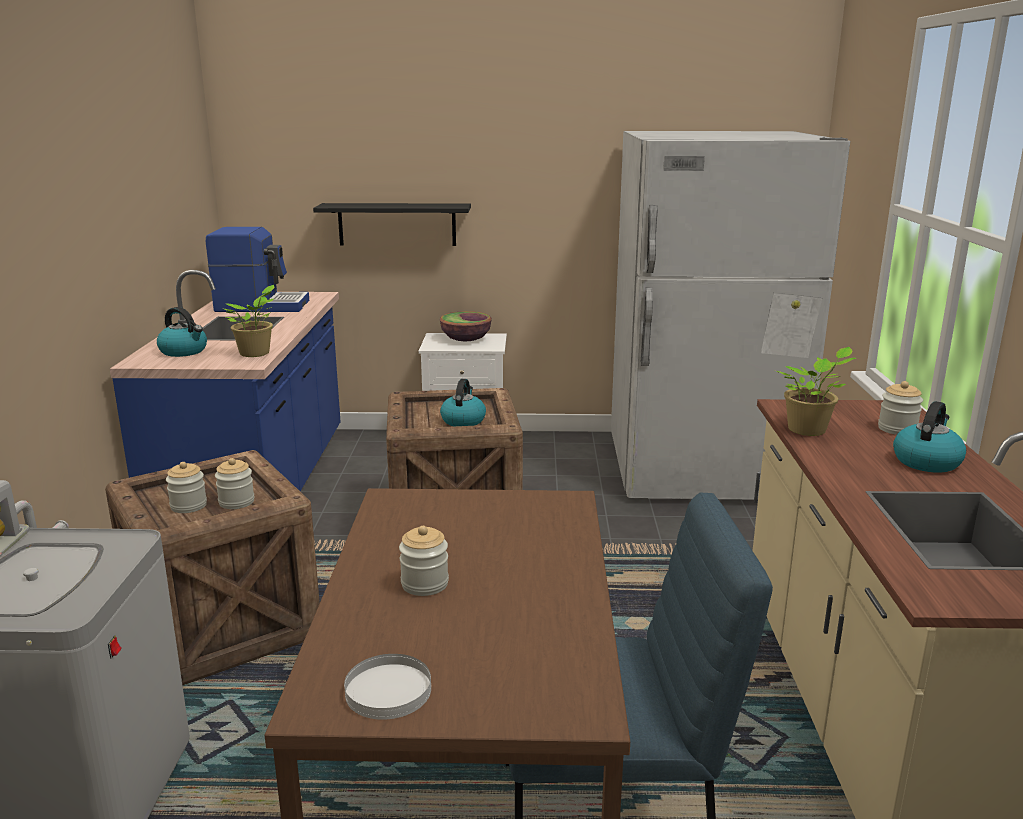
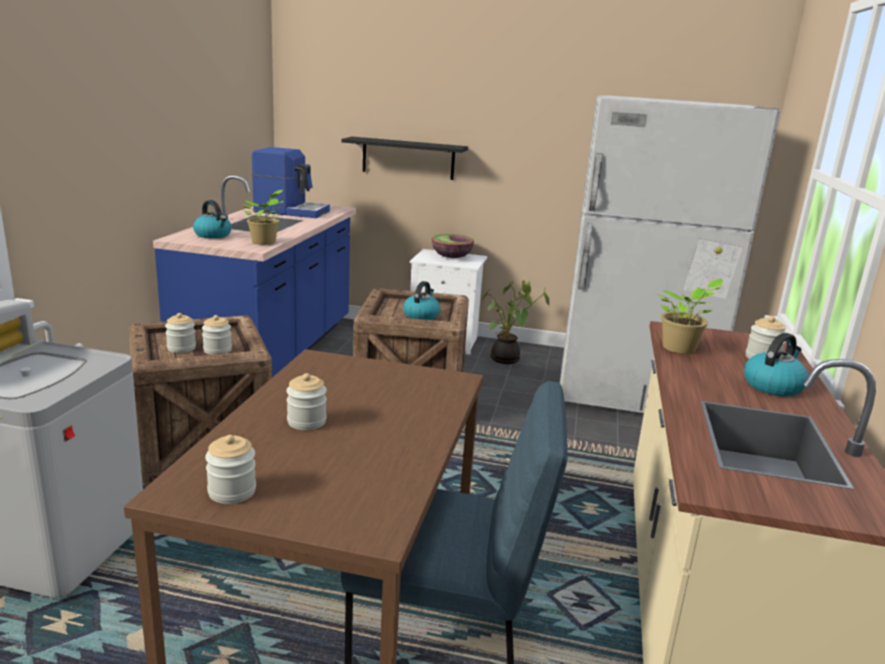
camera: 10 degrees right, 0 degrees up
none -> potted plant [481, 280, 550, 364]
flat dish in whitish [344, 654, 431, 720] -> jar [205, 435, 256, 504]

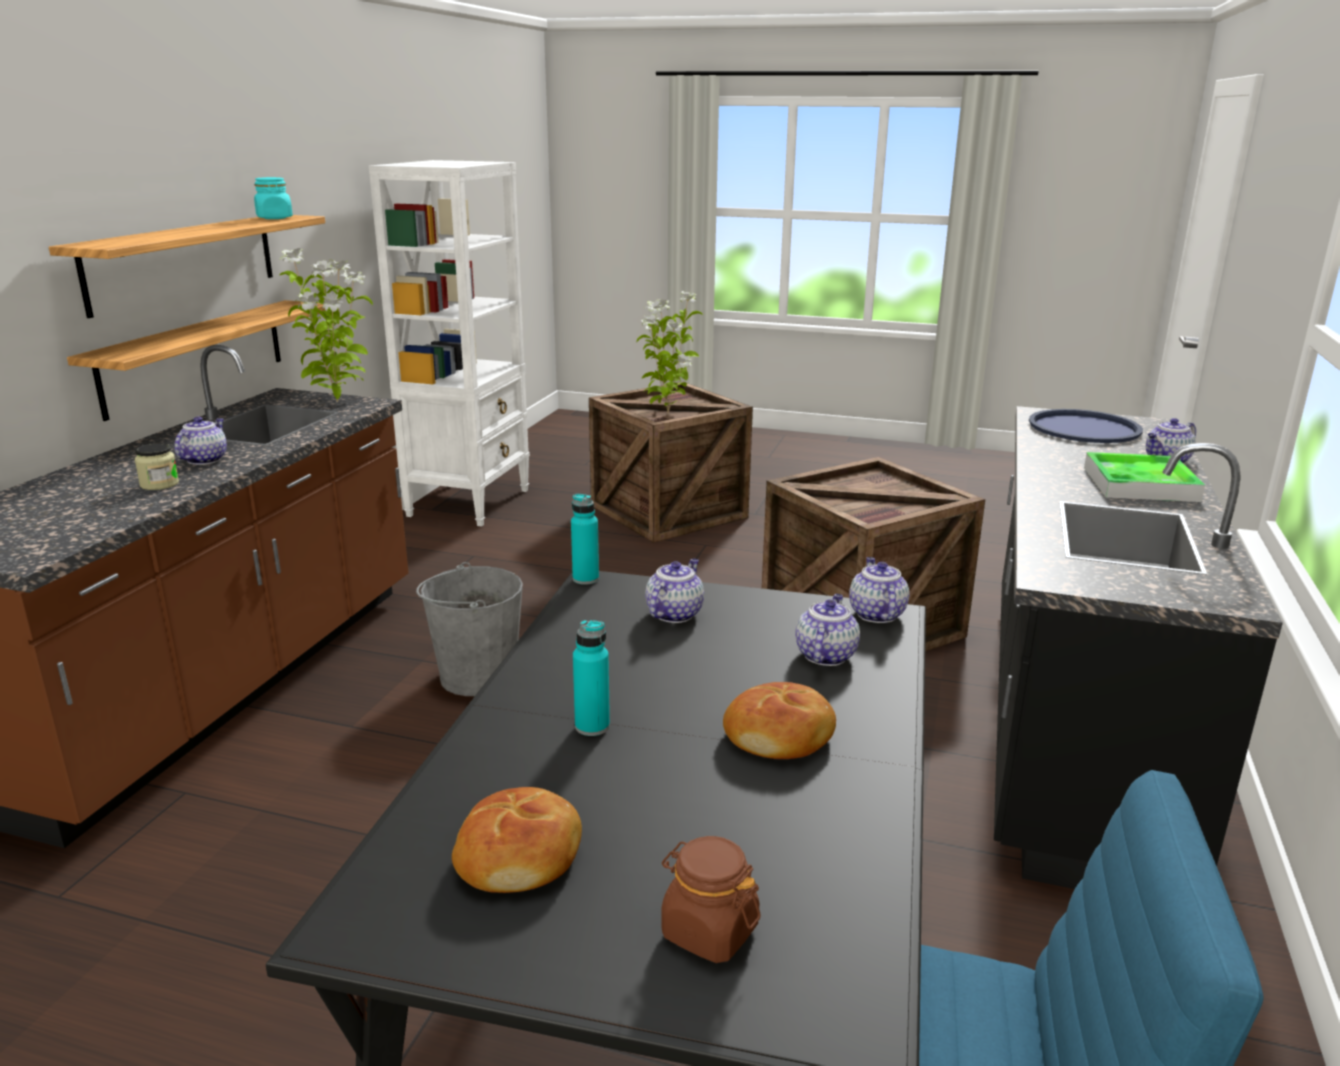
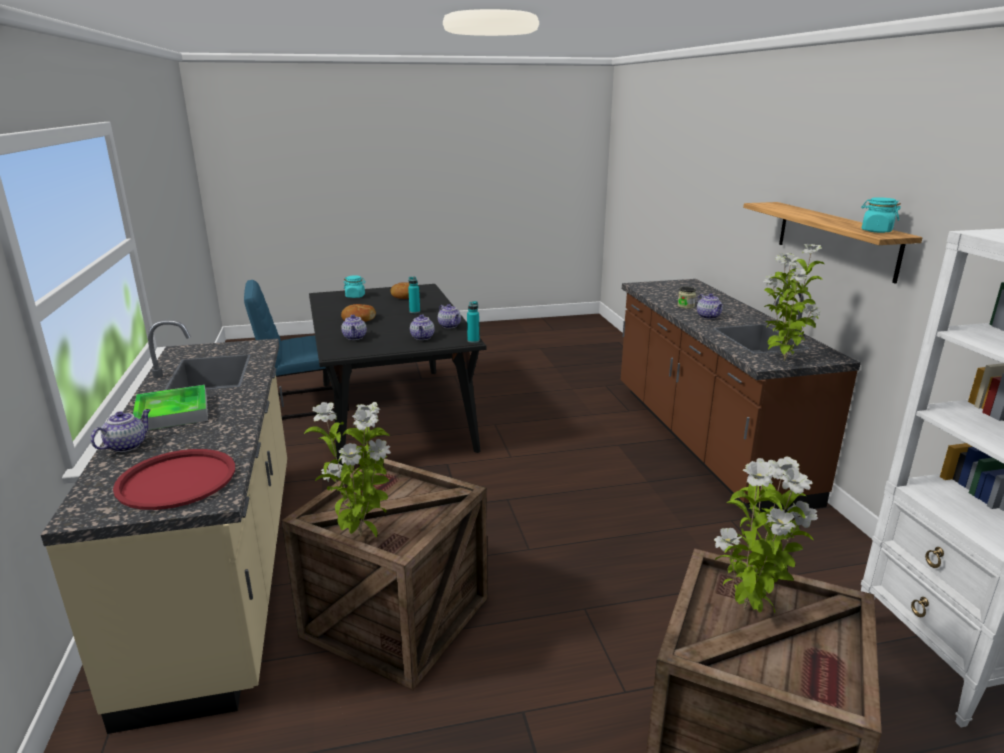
camera: 150 degrees right, 0 degrees up
bracket shelf [67, 300, 325, 421] -> none
pail in gray [416, 562, 523, 696] -> none
none -> potted plant [304, 402, 391, 537]
teapot [849, 557, 910, 623] -> teapot [438, 304, 461, 328], moved
jar in brown [662, 836, 761, 963] -> jar in turquoise [344, 275, 366, 298]
counter in blackish [994, 406, 1283, 889] -> counter in beige-coloured [41, 320, 287, 734]
carrying tray in blue-coloured [1029, 409, 1143, 443] -> carrying tray in red-coloured [113, 449, 235, 510]

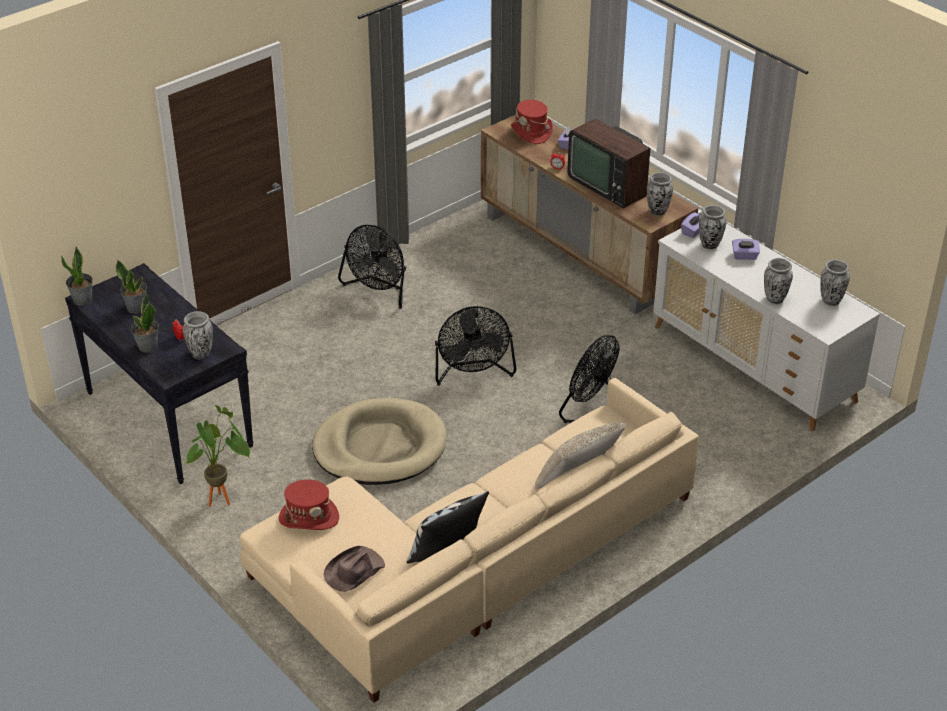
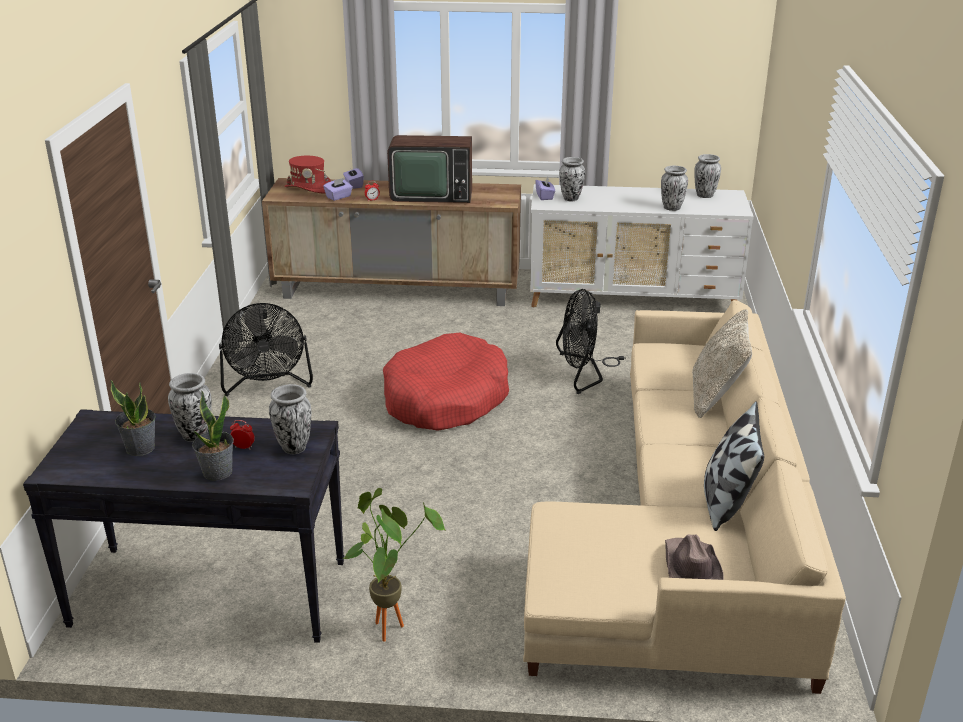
camera: 45 degrees left, 10 degrees down
potted plant [61, 246, 93, 306] -> none
clothing hat in red-coloured [279, 480, 339, 530] -> none
dog bed in beige-coloured [312, 398, 447, 485] -> none
flower vase [647, 172, 673, 215] -> flower vase [168, 373, 211, 442], moved
tissue box in purplish [732, 239, 760, 260] -> tissue box in purplish [323, 178, 353, 201], moved
fan in blackish [435, 305, 516, 386] -> dog bed in red-coloured [383, 332, 509, 431]

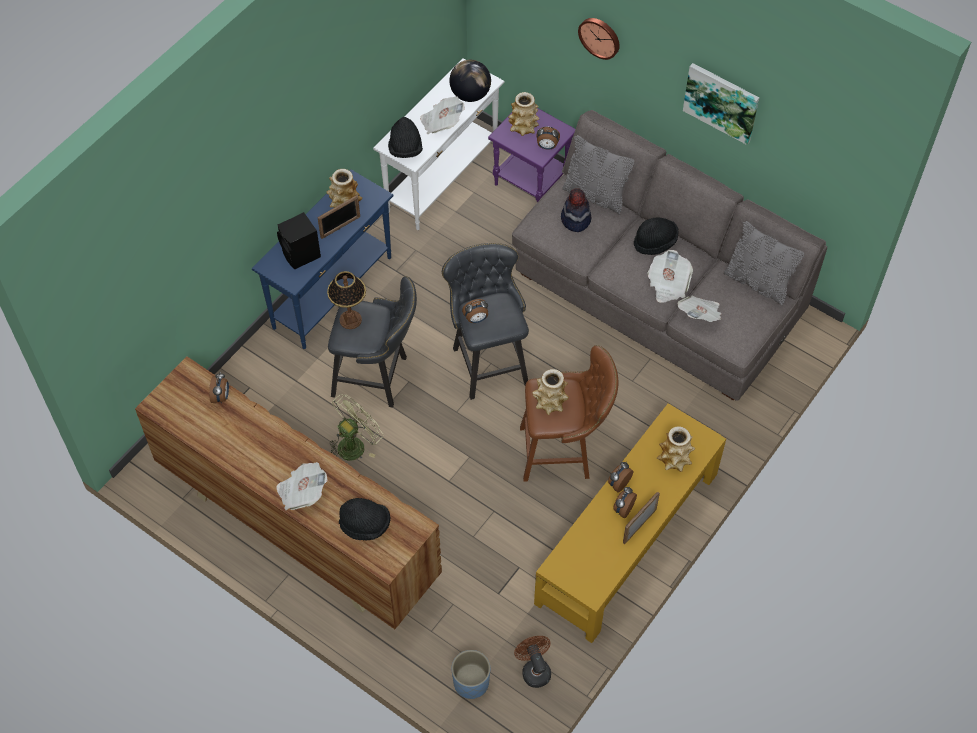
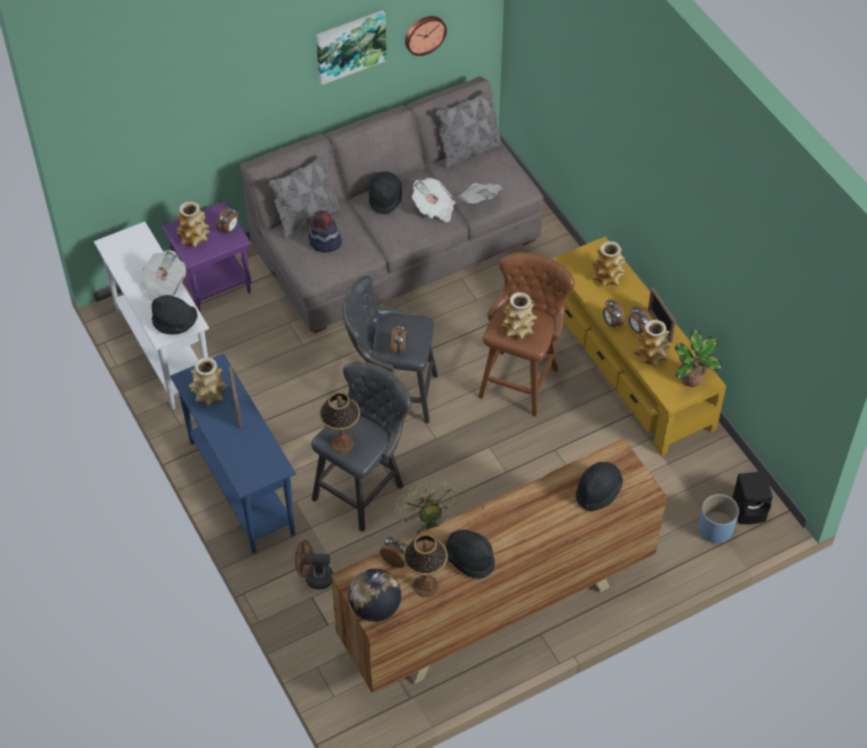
camera: 65 degrees left, 5 degrees down
newspaper [276, 462, 327, 510] -> none
none -> lamp for a table [403, 534, 448, 597]
none -> clothing hat in blackish [445, 530, 495, 579]
none -> flower vase [634, 320, 671, 367]
none -> potted plant [675, 329, 722, 387]
loudspeaker in blackish [277, 212, 321, 269] -> loudspeaker in blackish [732, 471, 773, 524], moved
globe [449, 60, 491, 102] -> globe [349, 569, 401, 622], moved
fan in brown [514, 636, 551, 688] -> fan in brown [295, 540, 333, 590], moved
clock on the wall [578, 18, 620, 60] -> clock on the wall [405, 16, 447, 56], moved

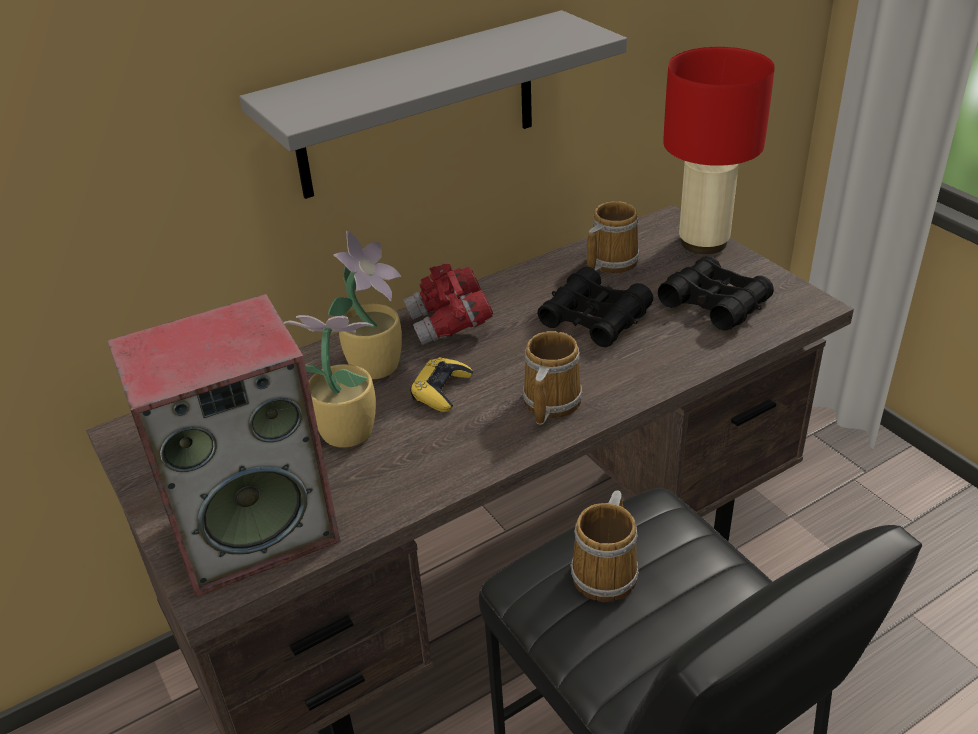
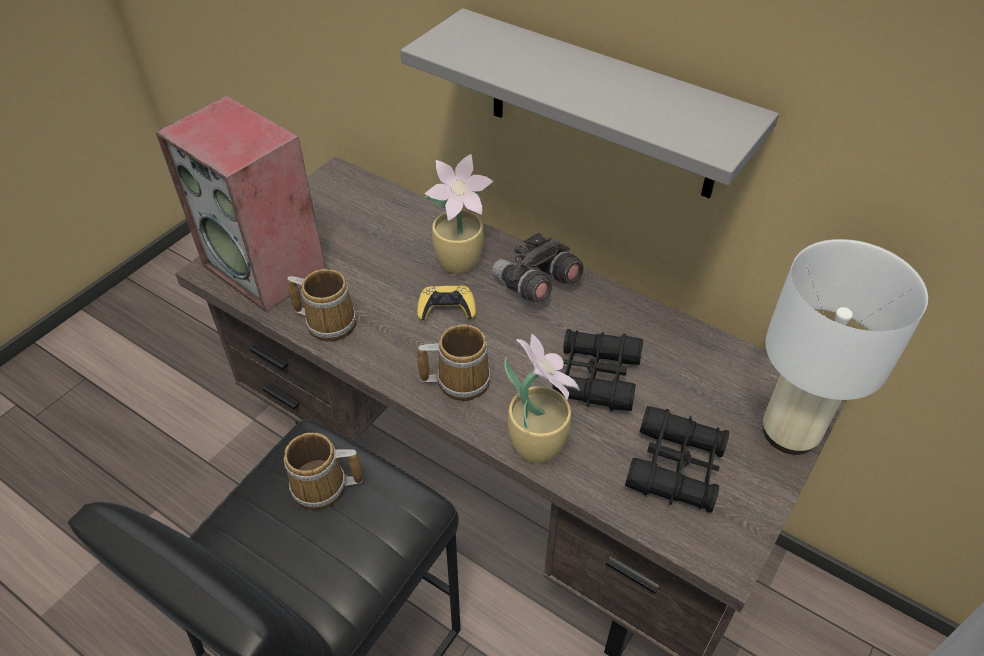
camera: 65 degrees right, 10 degrees up
potted plant [284, 315, 376, 448] -> potted plant [504, 334, 580, 463], moved
coffee mug [586, 201, 639, 273] -> coffee mug [287, 269, 356, 342], moved
binoculars in red-coloured [404, 264, 493, 345] -> binoculars in gray [492, 233, 584, 303]
lamp for a table in red-coloured [664, 47, 775, 254] -> lamp for a table in whitish [763, 239, 928, 455]

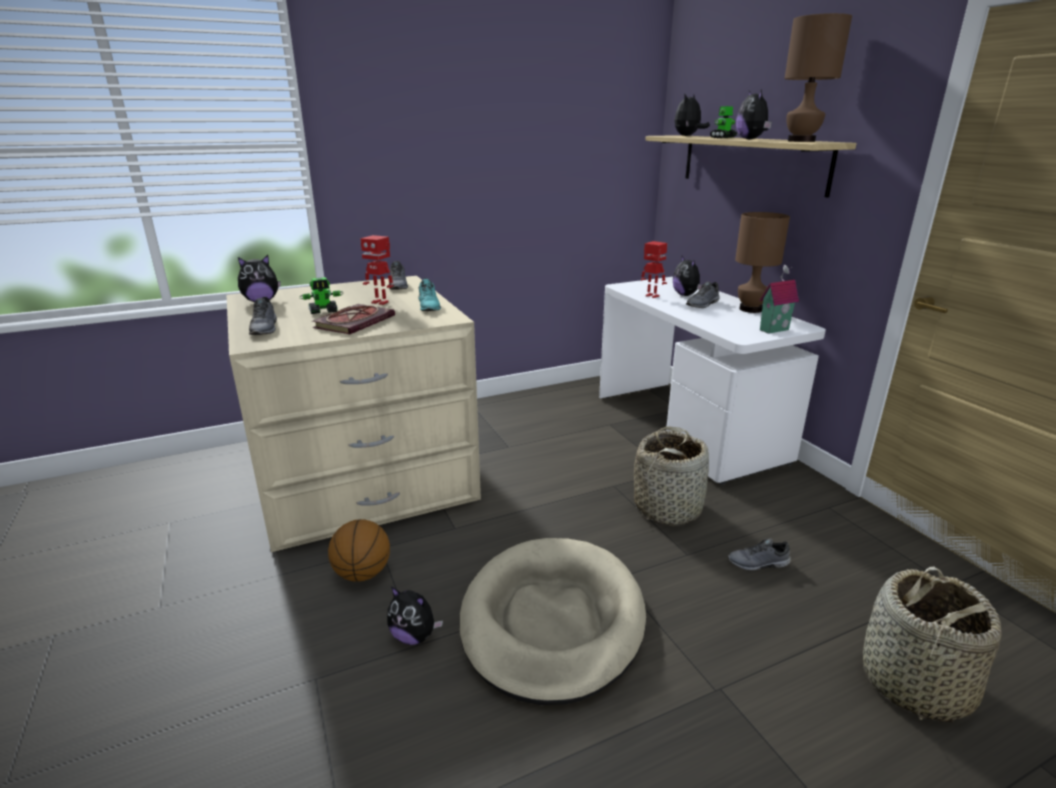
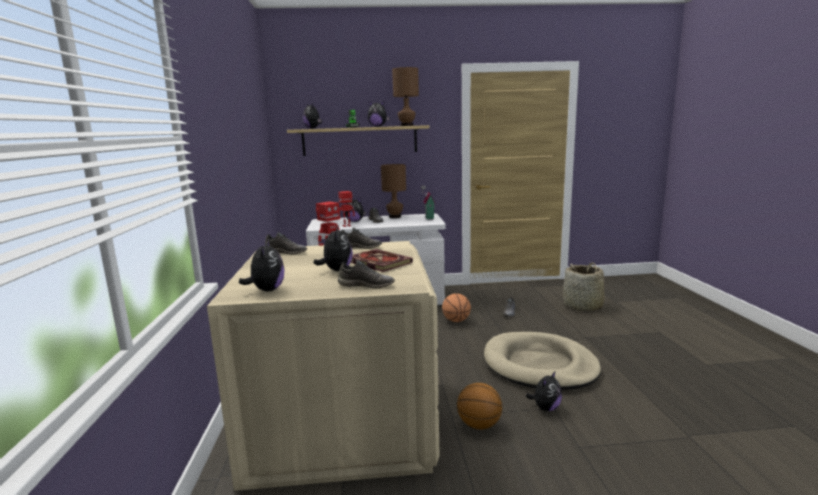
camera: 70 degrees left, 10 degrees down
robot figure [300, 277, 343, 314] -> cuddly toy [314, 226, 353, 271]
basket [634, 426, 709, 526] -> basketball ball [442, 293, 471, 322]
item of footwear in turquoise [419, 278, 441, 311] -> item of footwear in gray [342, 228, 382, 249]

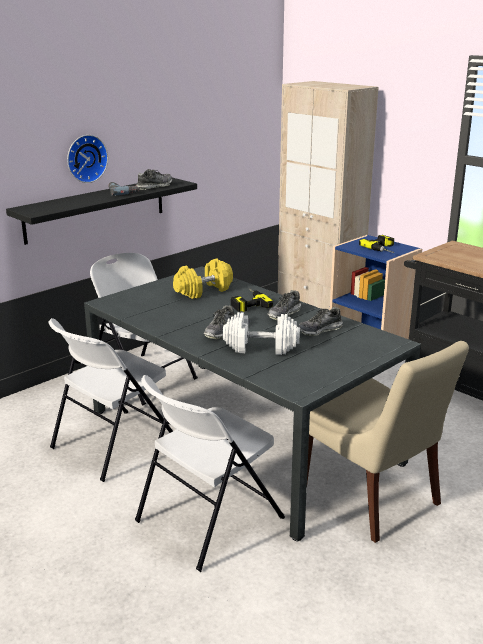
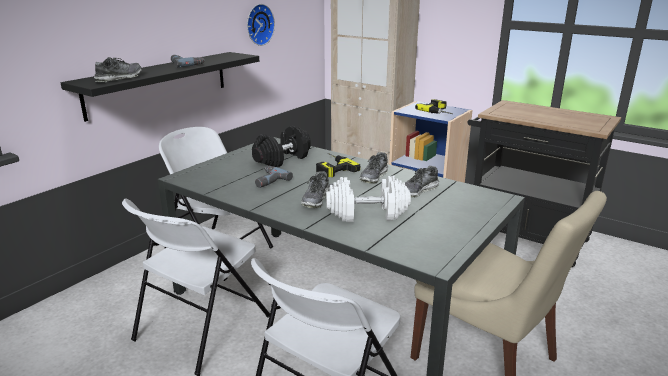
camera: 10 degrees left, 0 degrees up
none -> power drill [255, 165, 293, 188]
clock on the wall [67, 135, 108, 183] -> clock on the wall [247, 4, 275, 46], moved
item of footwear [136, 169, 172, 190] -> item of footwear [94, 57, 141, 82], moved
dumbbell in yellow [173, 258, 233, 299] -> dumbbell in blackish [252, 126, 311, 167]

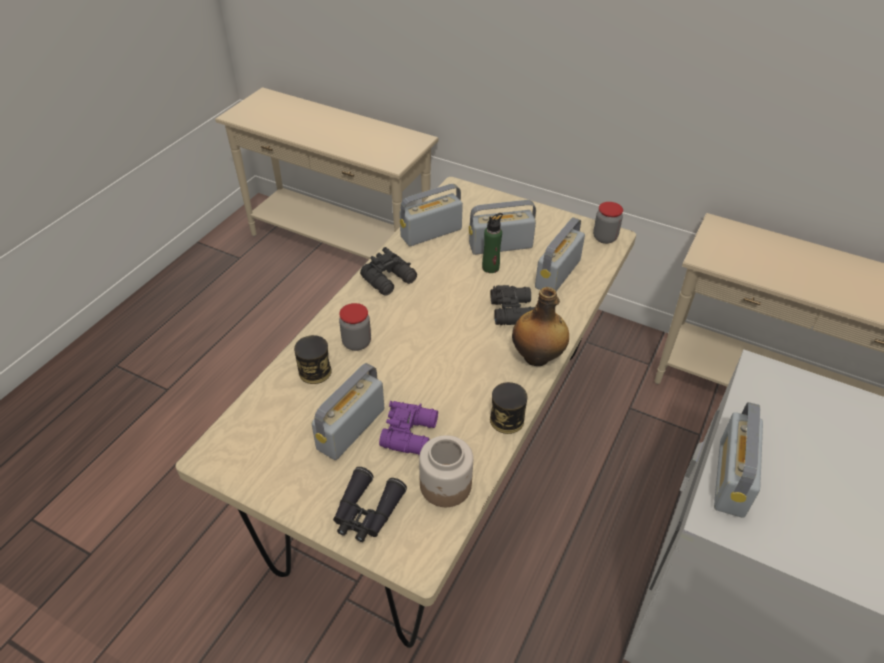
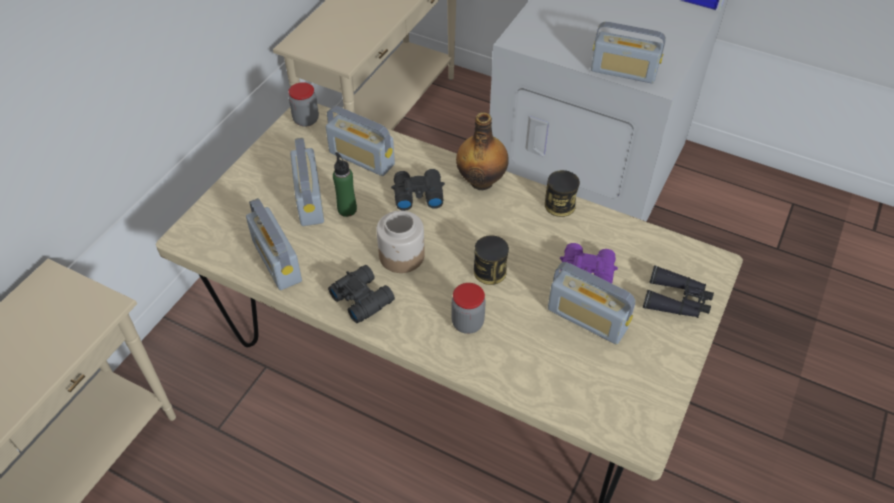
camera: 90 degrees left, 5 degrees up
can [294, 335, 332, 384] -> can [474, 235, 509, 285], moved
jar [419, 435, 473, 507] -> jar [377, 211, 425, 273], moved

